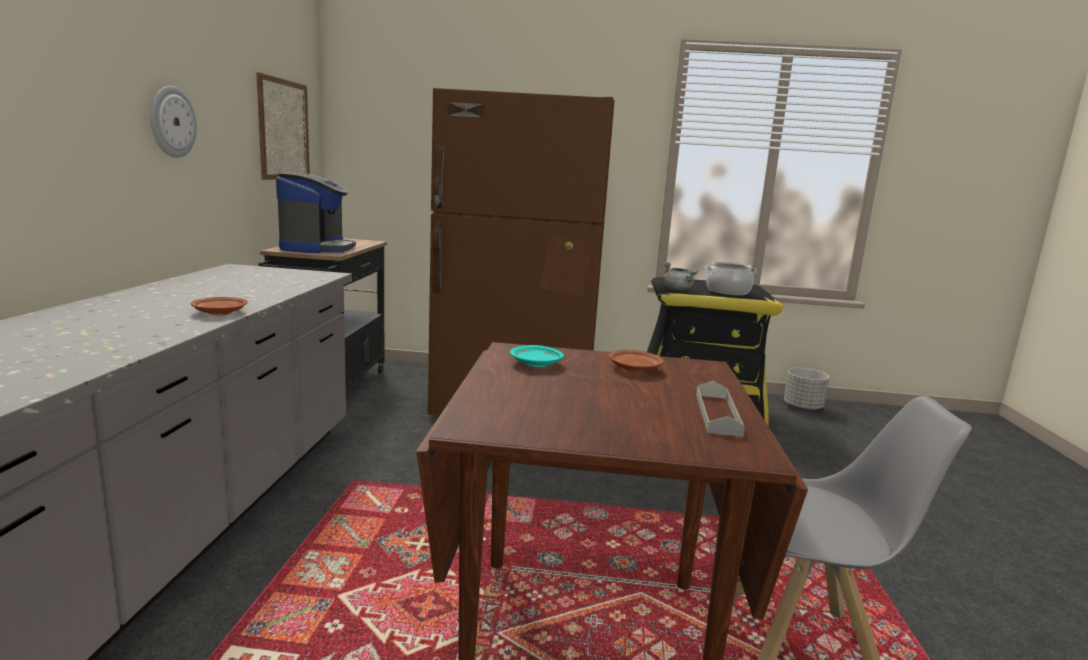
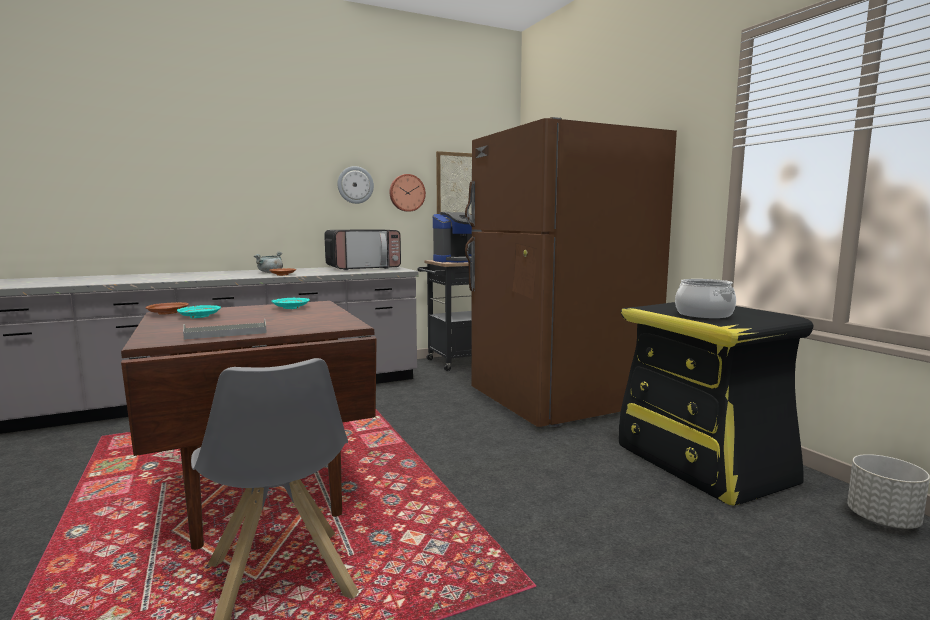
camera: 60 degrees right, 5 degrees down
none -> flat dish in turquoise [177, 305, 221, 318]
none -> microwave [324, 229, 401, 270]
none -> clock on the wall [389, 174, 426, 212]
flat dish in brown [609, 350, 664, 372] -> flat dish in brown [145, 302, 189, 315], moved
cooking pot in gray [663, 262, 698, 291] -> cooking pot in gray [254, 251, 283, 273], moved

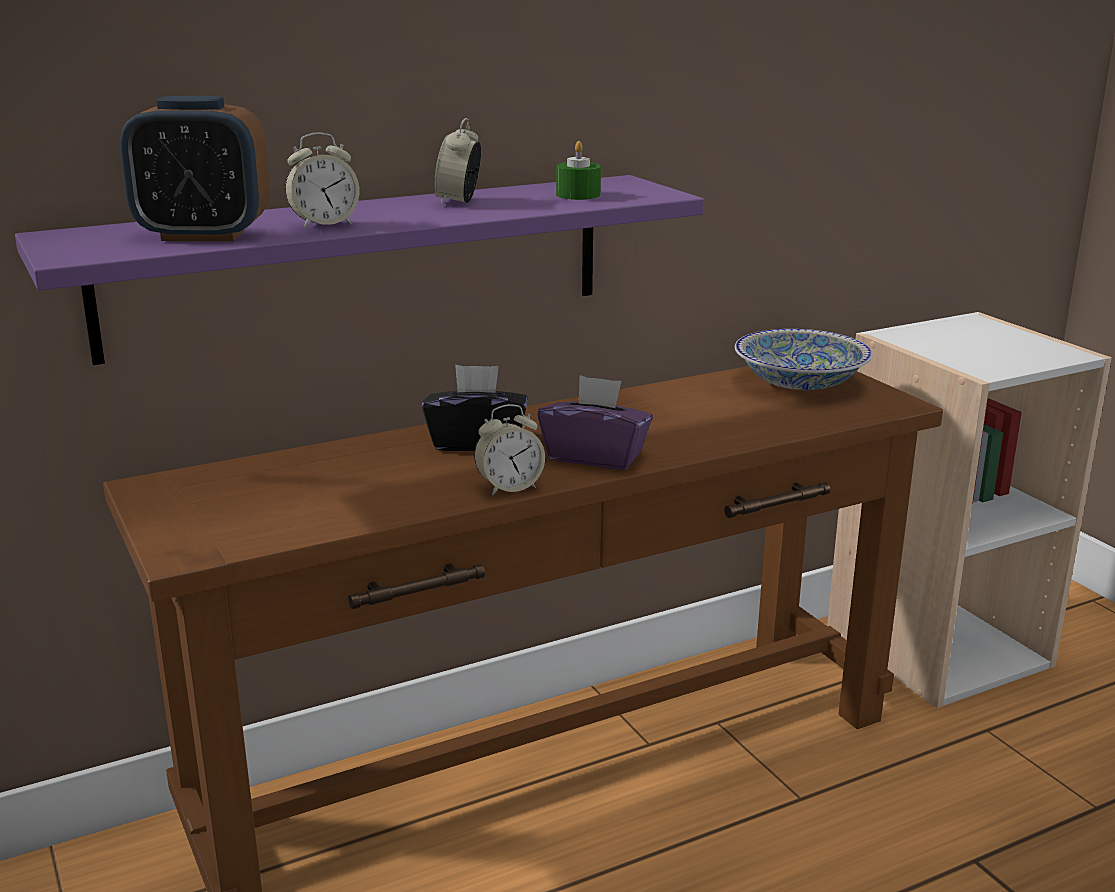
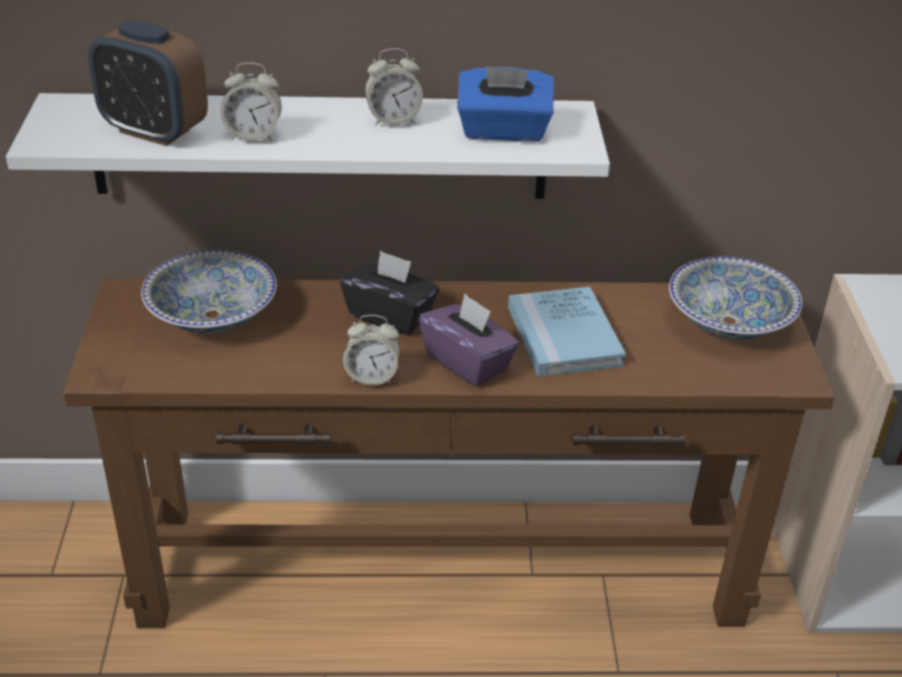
camera: 25 degrees right, 15 degrees up
none -> bowl [141, 250, 277, 334]
none -> volume in blue-coloured [508, 287, 626, 377]
wax light in greenish [556, 141, 601, 200] -> tissue box in blue-coloured [457, 66, 554, 142]
bracket shelf in purplish [15, 175, 704, 365] -> bracket shelf in whitish [6, 93, 610, 199]
bedside clock [434, 118, 481, 205] -> bedside clock [365, 48, 423, 126], 135 degrees counterclockwise

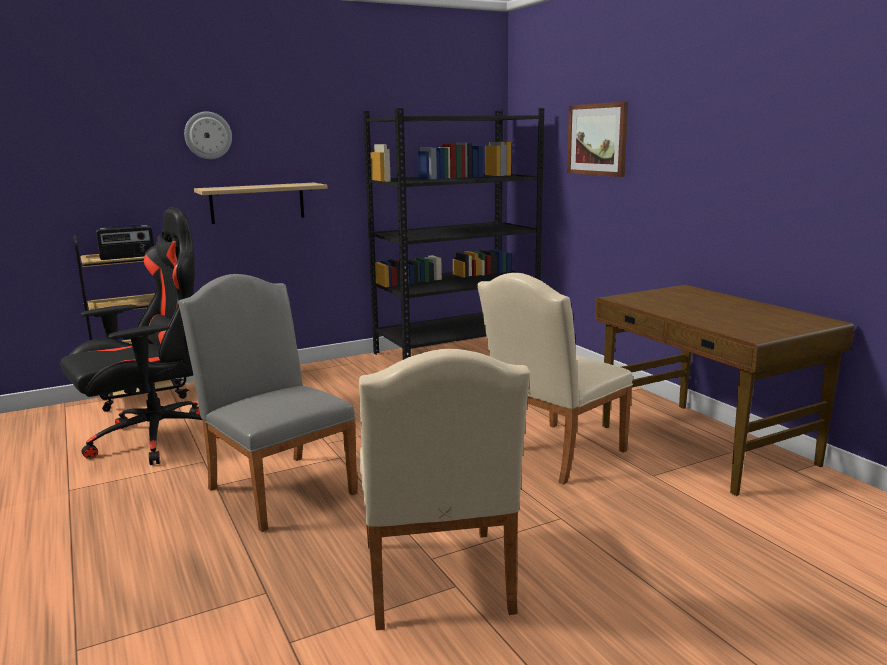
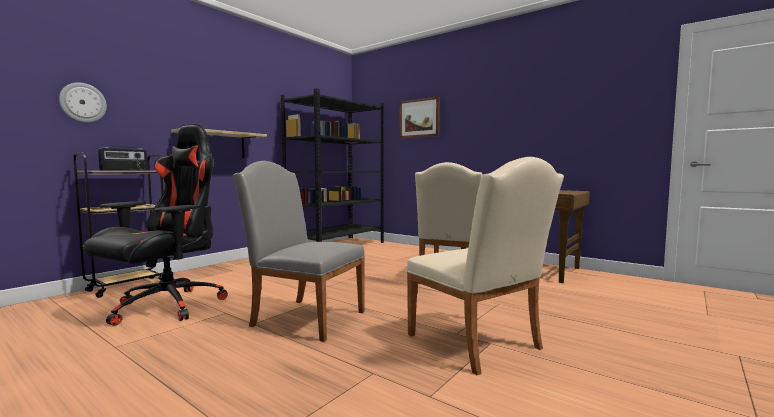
camera: 25 degrees left, 10 degrees down
clock on the wall [184, 111, 232, 159] -> clock on the wall [59, 82, 107, 123], moved

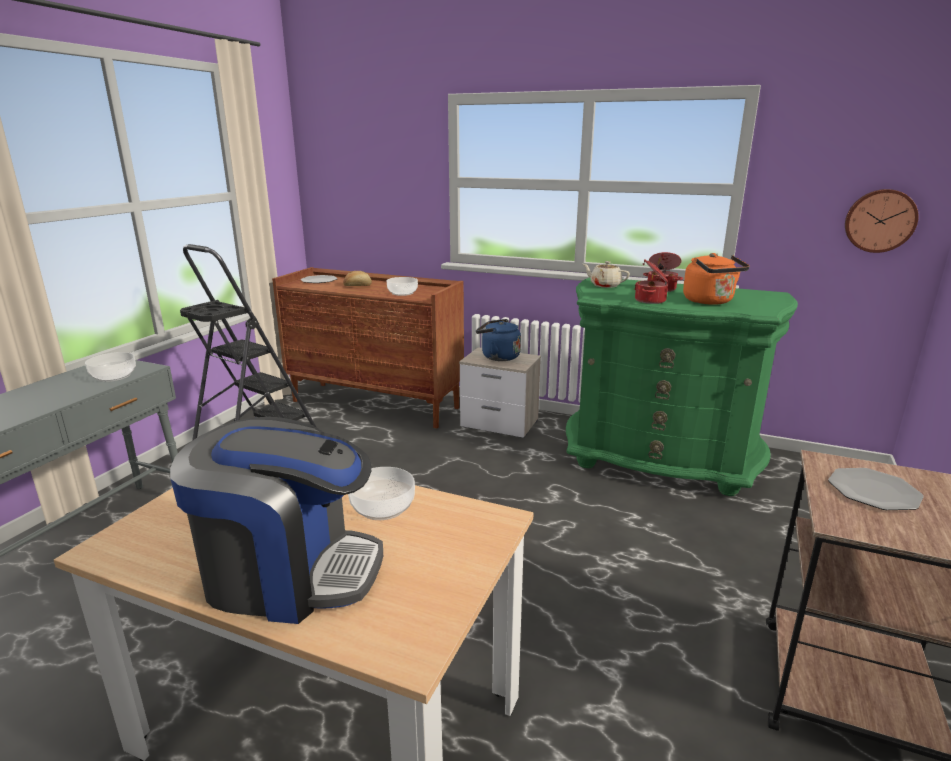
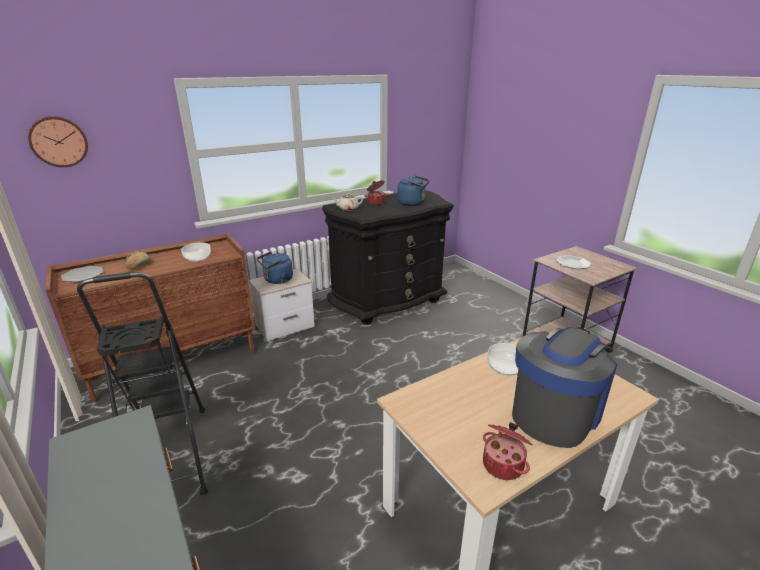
camera: 55 degrees left, 5 degrees up
bowl [85, 352, 136, 382] -> none
cooking pot [635, 259, 669, 304] -> cooking pot [483, 422, 533, 480], moved
clock on the wall [845, 189, 919, 253] -> clock on the wall [28, 116, 88, 167], moved
dresser in greenish [566, 277, 798, 496] -> dresser in blackish [322, 190, 454, 325]
kettle in orange-coloured [683, 253, 750, 305] -> kettle in blue-coloured [397, 176, 430, 206]

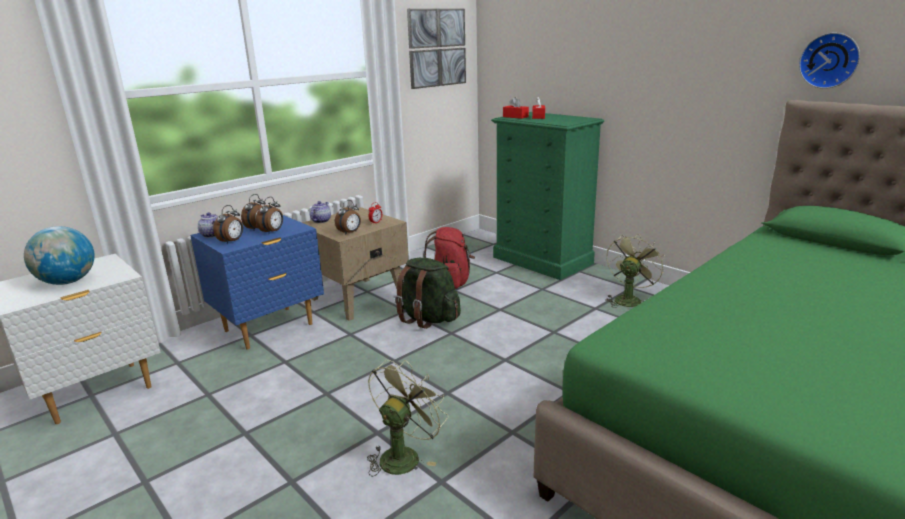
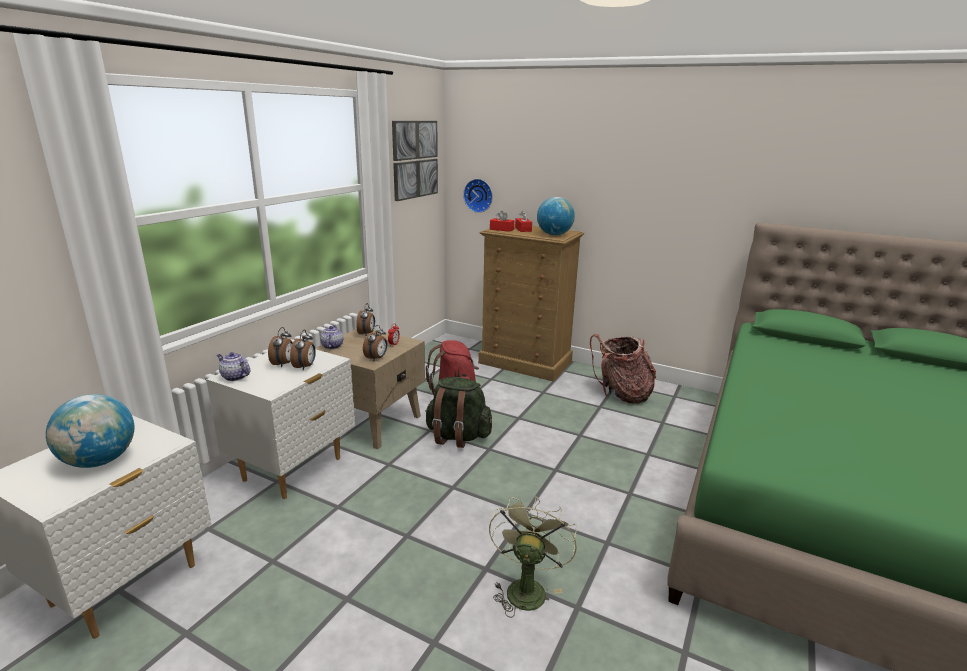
camera: 20 degrees left, 0 degrees up
none -> globe [537, 197, 575, 235]
bedside clock [213, 205, 243, 244] -> bedside clock [356, 303, 375, 335], moved
clock on the wall [799, 32, 860, 89] -> clock on the wall [463, 179, 493, 213], moved
fan in greenish [605, 234, 665, 308] -> rucksack [590, 334, 656, 404]
night table in blue-coloured [190, 215, 324, 350] -> night table in whitish [206, 349, 355, 499]
dresser in greenish [491, 112, 604, 280] -> dresser in brown [478, 224, 584, 381]

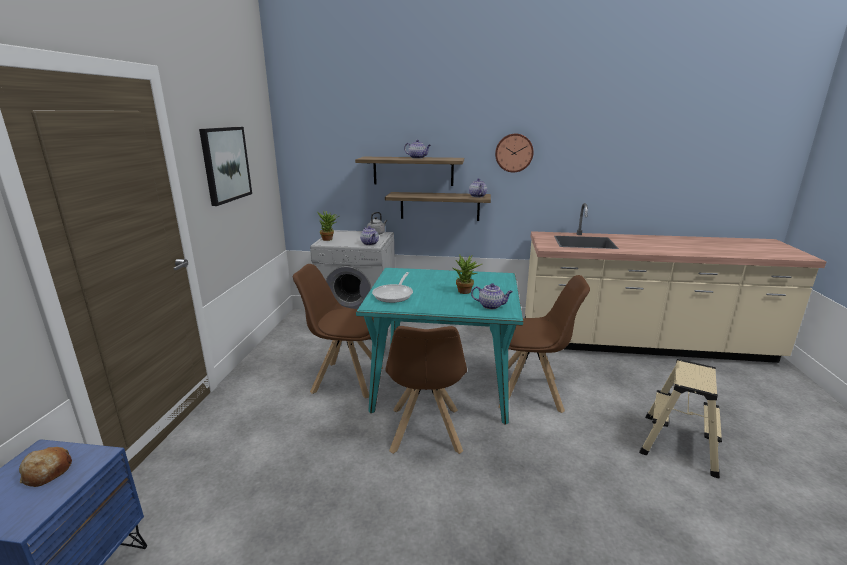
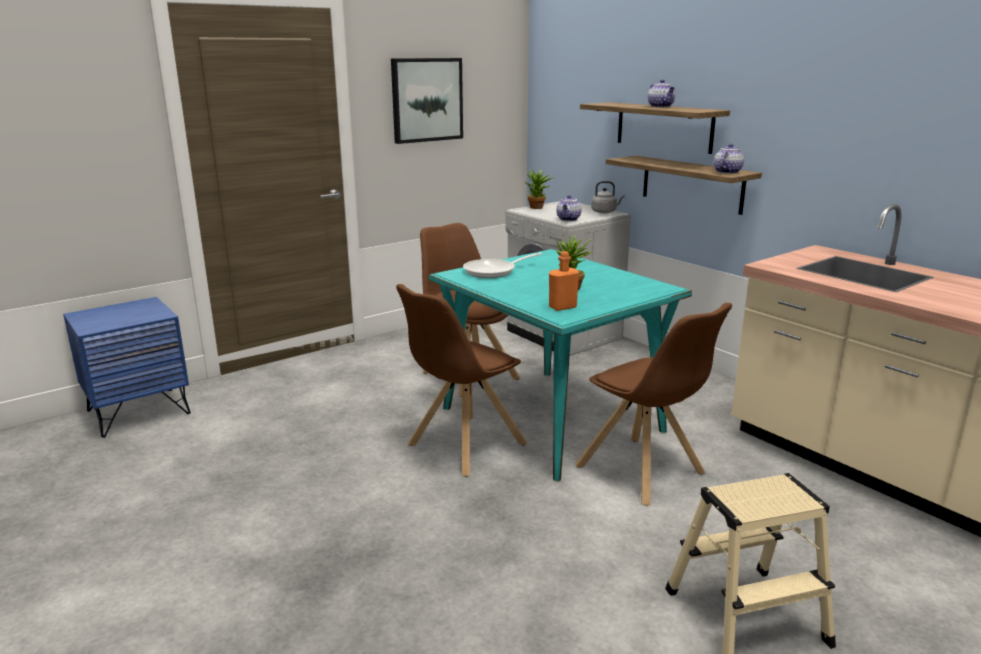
camera: 45 degrees right, 0 degrees up
bread [19, 447, 72, 487] -> none
clock on the wall [495, 134, 534, 173] -> none
teapot [471, 283, 513, 309] -> beverage bottle in orange-coloured [549, 251, 579, 311]

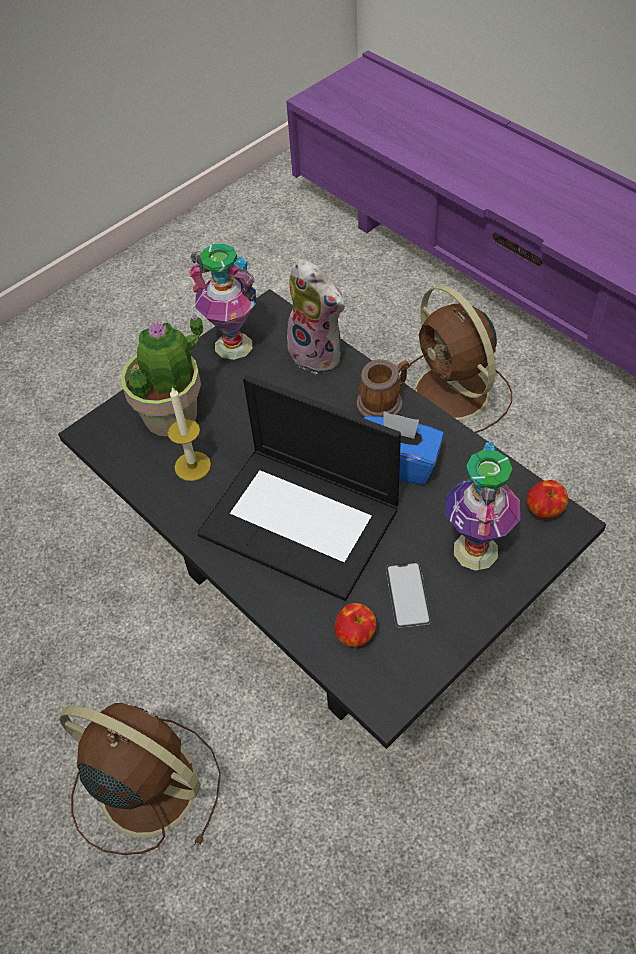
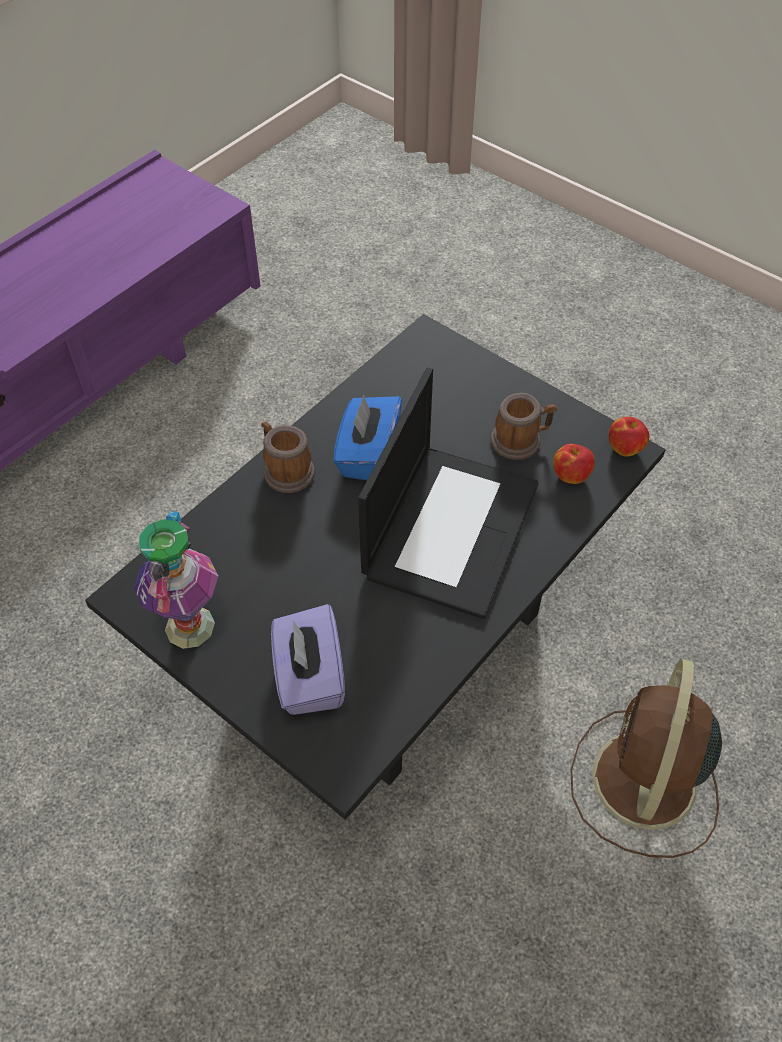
camera: 100 degrees left, 0 degrees up
wax light [167, 387, 211, 481] -> none
cuddly toy [287, 259, 345, 374] -> none
fan in brown [399, 285, 512, 433] -> none
flower vase [446, 442, 520, 571] -> none
apple [527, 480, 568, 519] -> apple [609, 417, 649, 457], moved
potted plant [121, 316, 203, 436] -> tissue box in purplish [271, 604, 345, 715]
telephone [386, 562, 431, 628] -> coffee mug [491, 393, 557, 460]

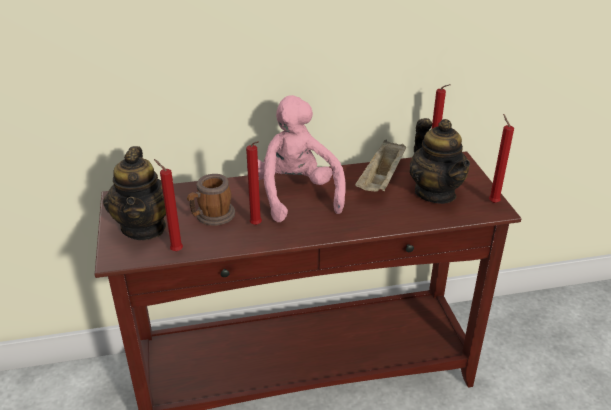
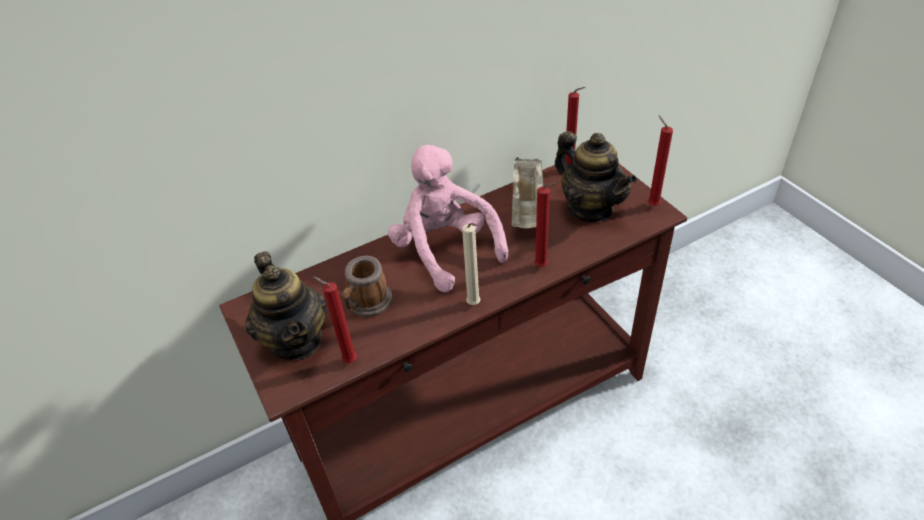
camera: 15 degrees left, 10 degrees up
none -> wax light in beige-coloured [462, 223, 481, 305]
wax light in red-coloured [246, 141, 262, 225] -> wax light in red-coloured [534, 183, 556, 267], moved

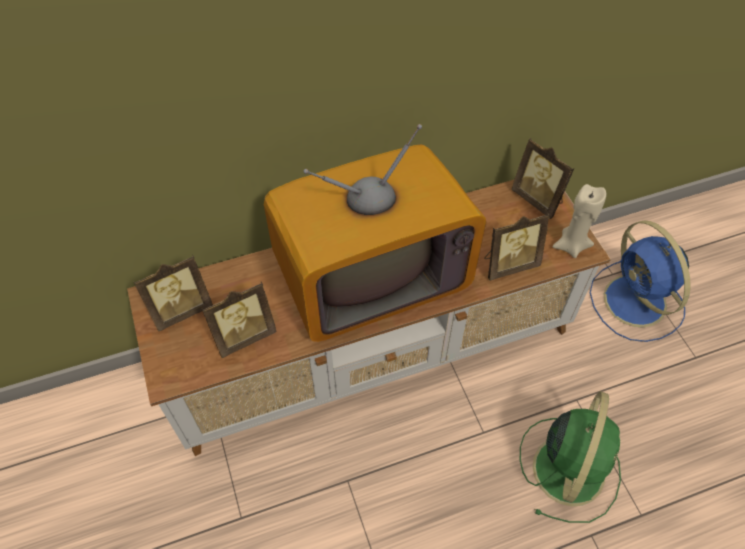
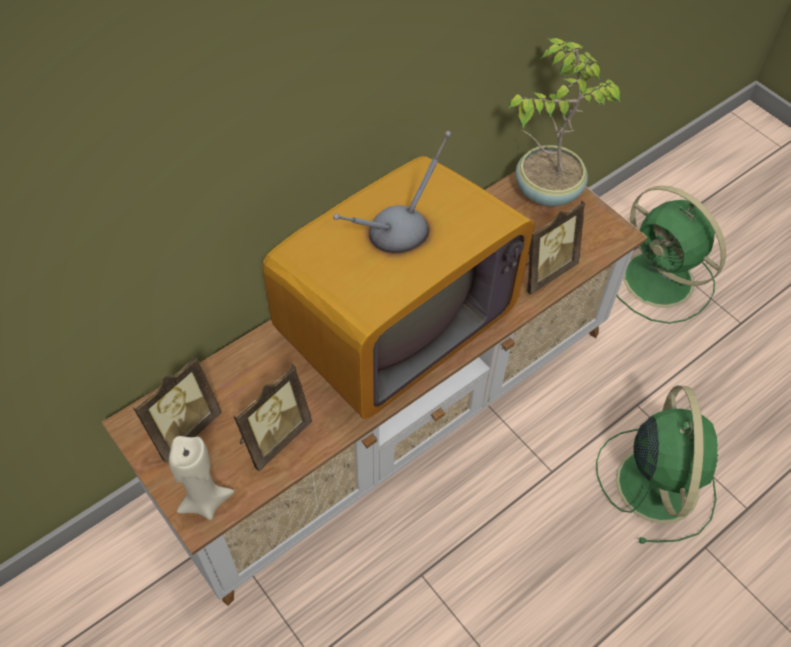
camera: 20 degrees left, 0 degrees up
wax light in beige-coloured [552, 184, 606, 258] -> wax light in beige-coloured [169, 436, 235, 520], moved
picture frame [511, 138, 574, 219] -> potted plant [508, 38, 621, 206]
fan in blue-coloured [590, 220, 691, 342] -> fan in greenish [617, 185, 726, 324]

